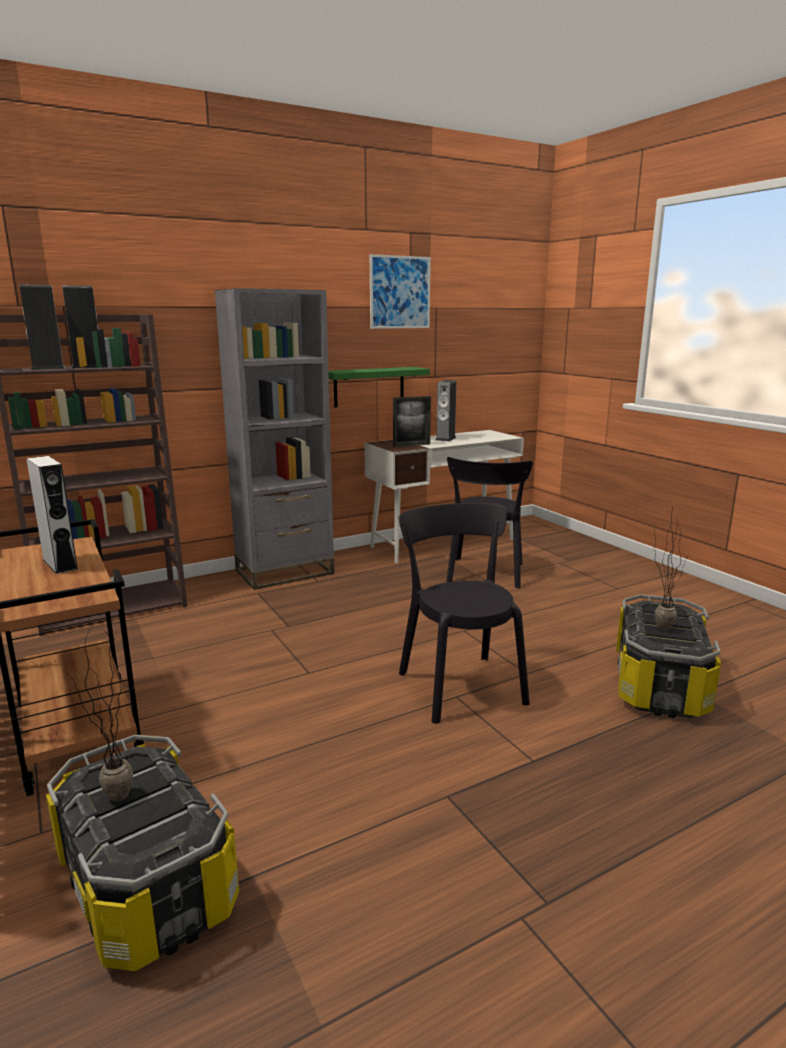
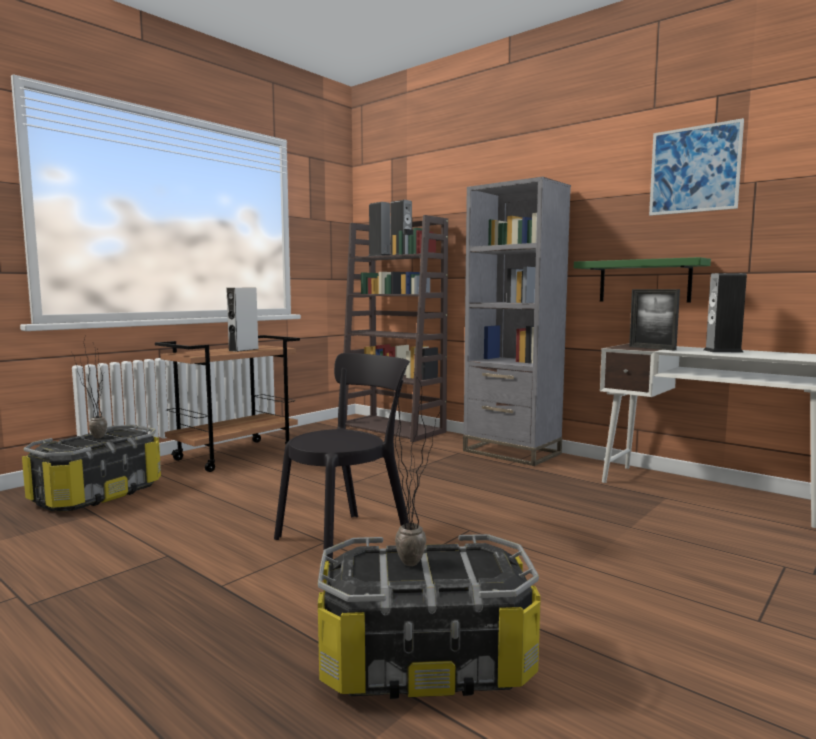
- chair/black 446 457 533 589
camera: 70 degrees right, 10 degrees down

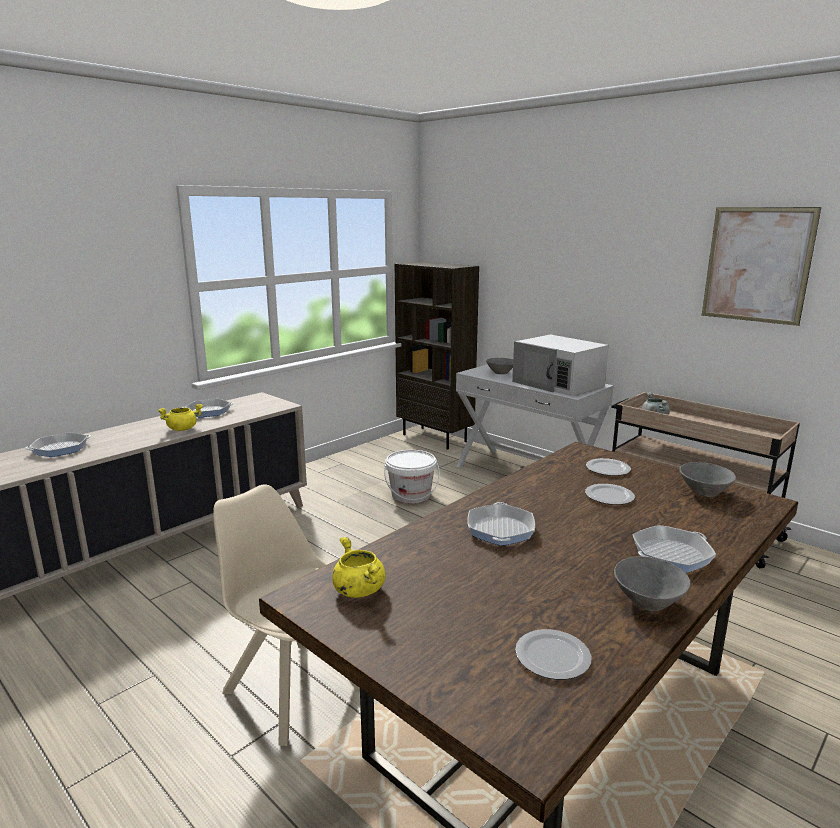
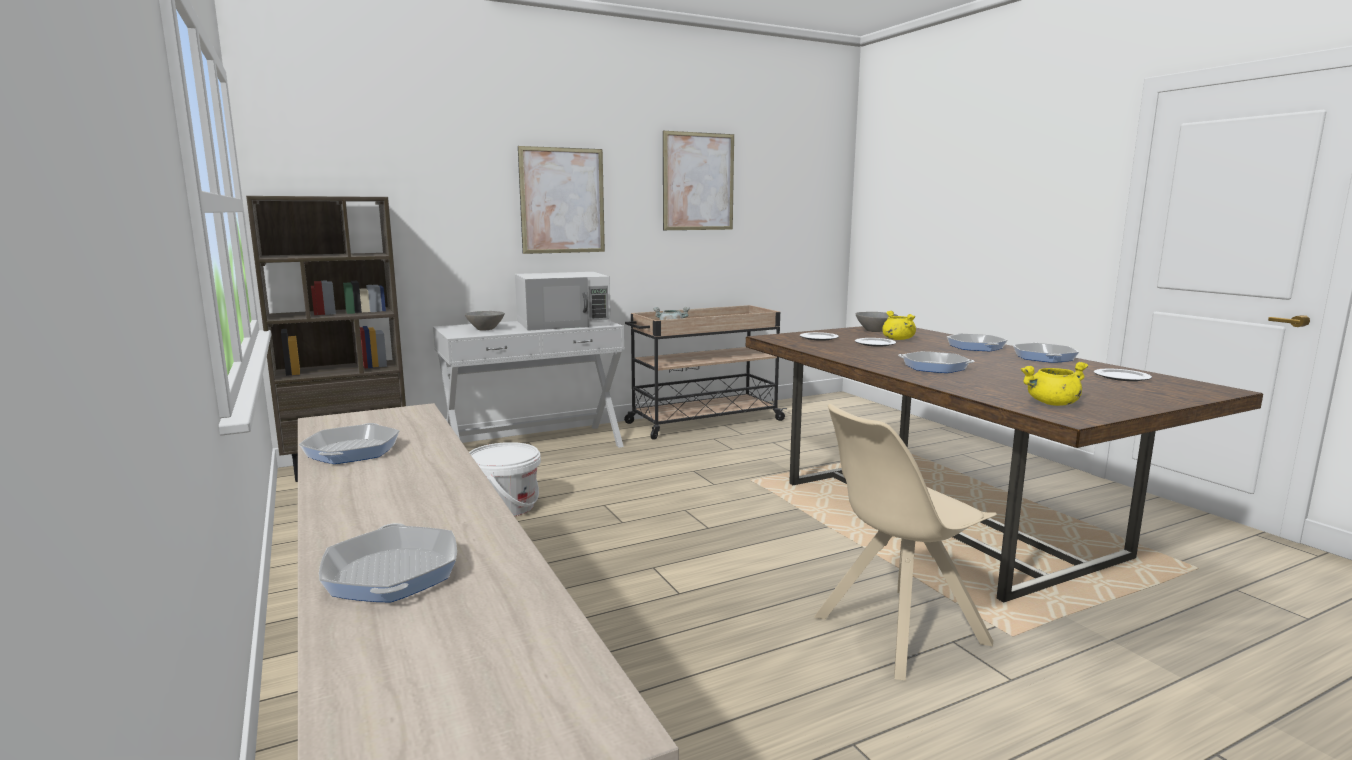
~ cooking pot/yellow 158 404 203 431 to 882 311 916 340
~ bowl/grey 614 556 690 611 to frying pan 1013 343 1079 363
+ picture 518 146 605 254
camera: 70 degrees left, 5 degrees down

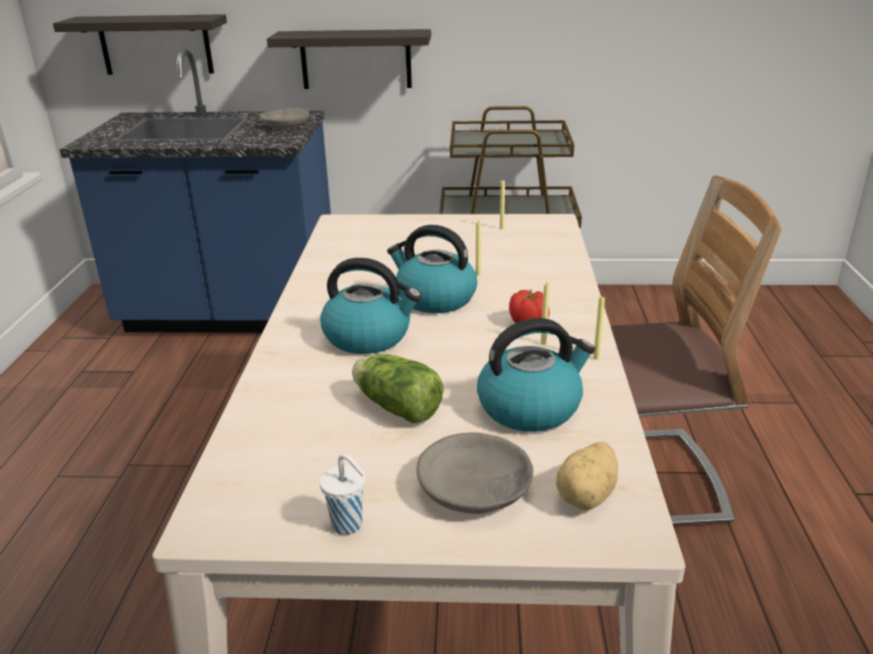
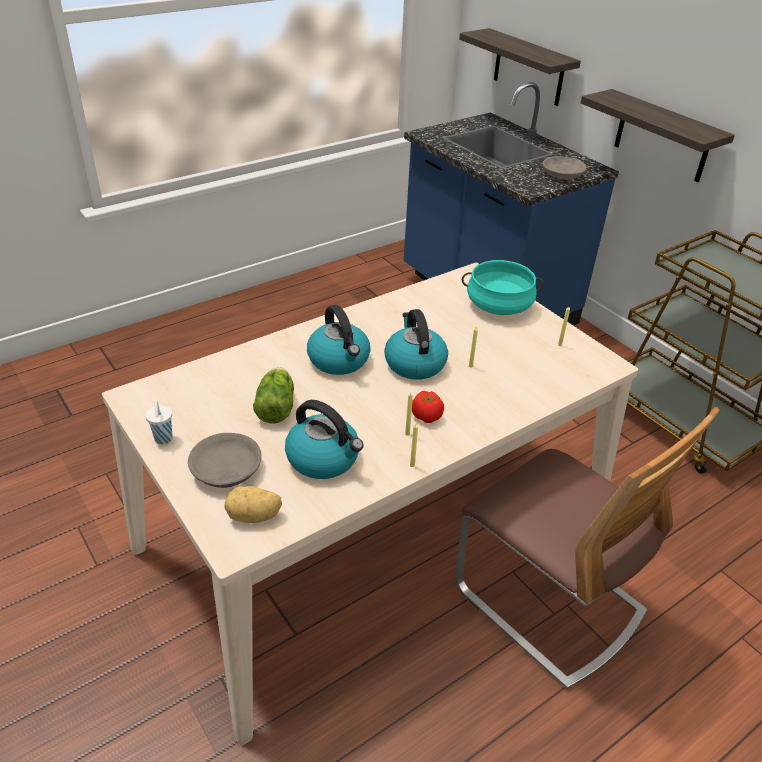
+ cooking pot/turquoise 462 260 544 315
camera: 50 degrees right, 10 degrees up

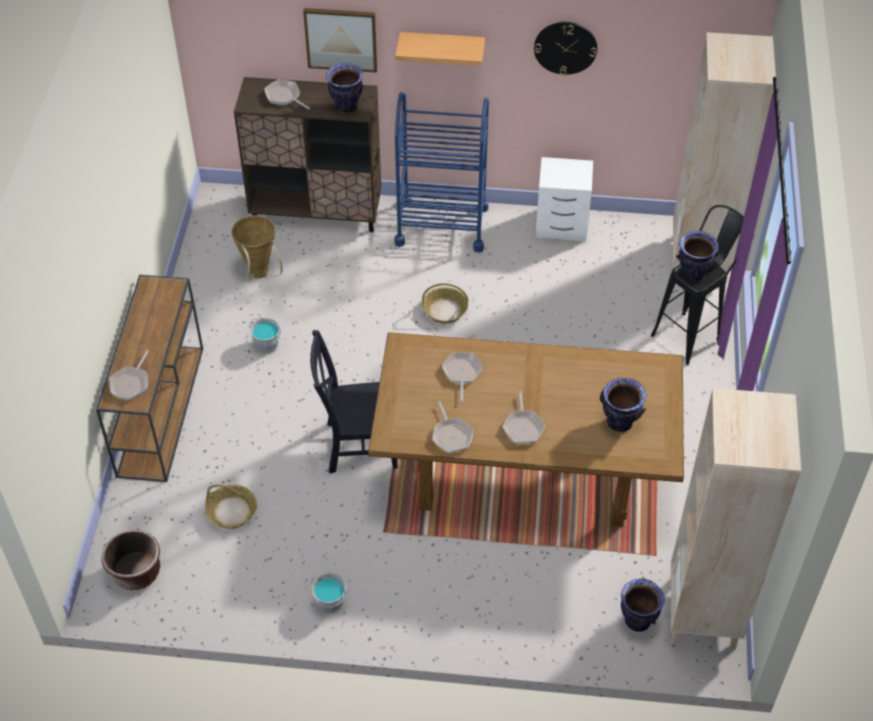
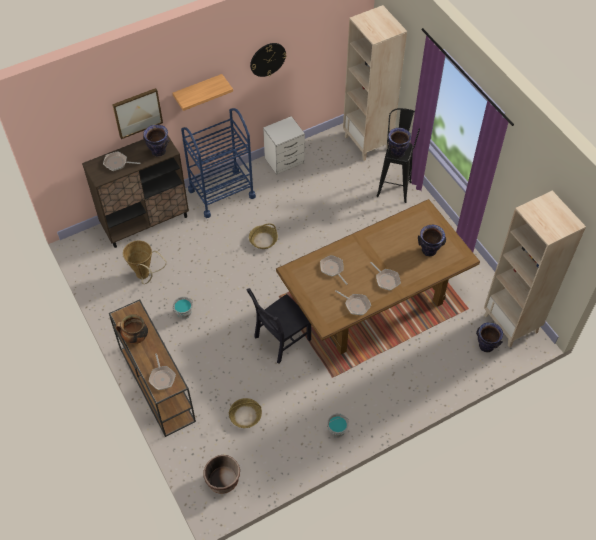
+ cooking pot 116 314 148 344
camera: 35 degrees left, 5 degrees up

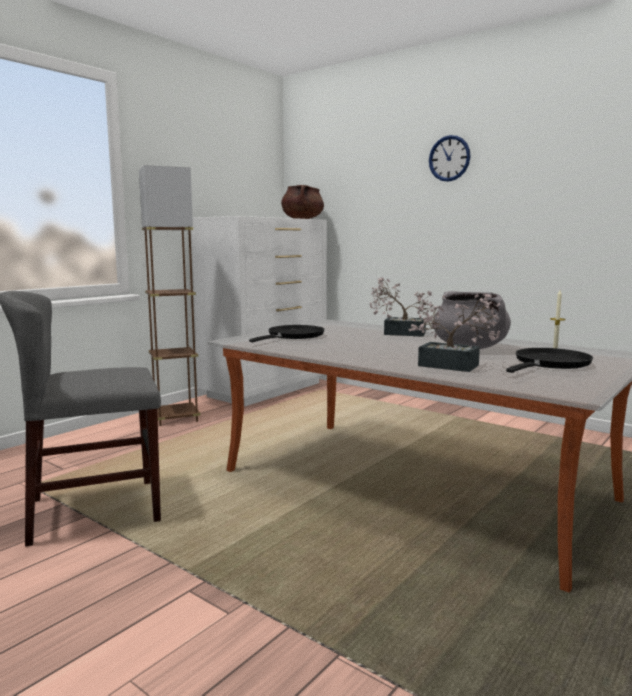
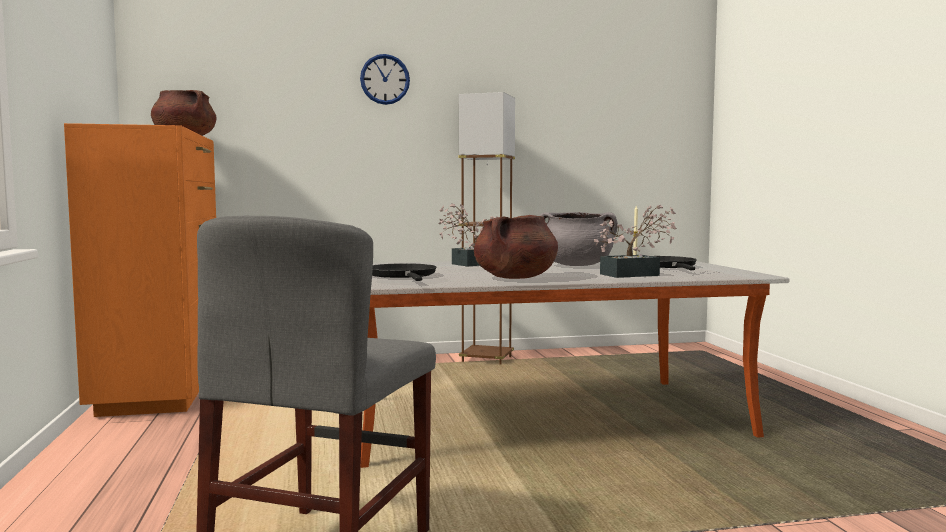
~ floor lamp/brown 139 165 201 426 to 458 92 515 365
~ dresser/white 191 216 327 407 to dresser/orange 64 123 216 417
+ cooking pot/brown 474 215 558 279
camera: 50 degrees left, 5 degrees down

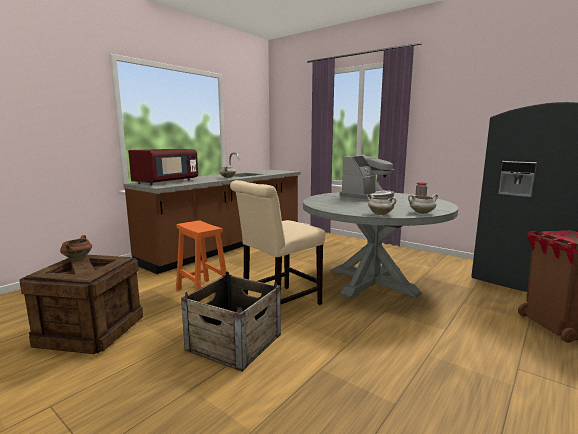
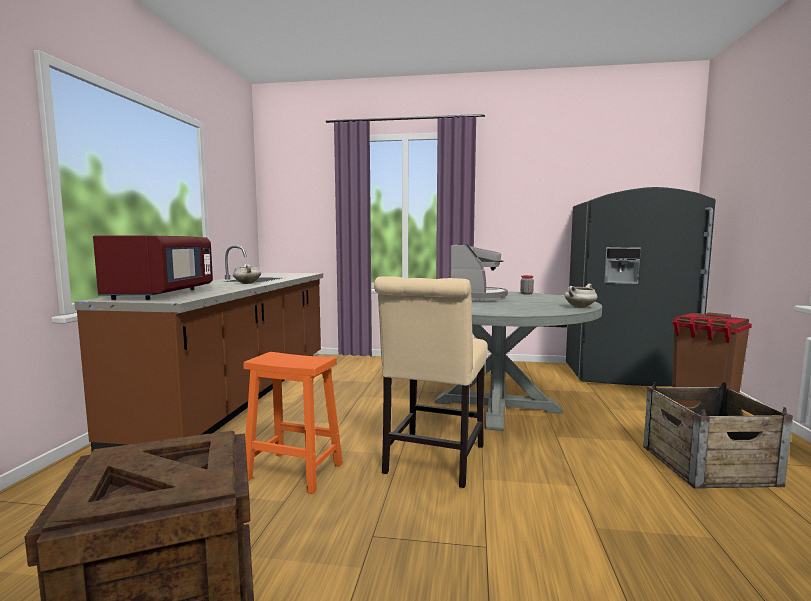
- cooking pot/white 367 194 396 215
- cooking pot/brown 60 235 92 259
~ crate 181 271 281 372 to 643 382 793 489
camera: 30 degrees left, 5 degrees down

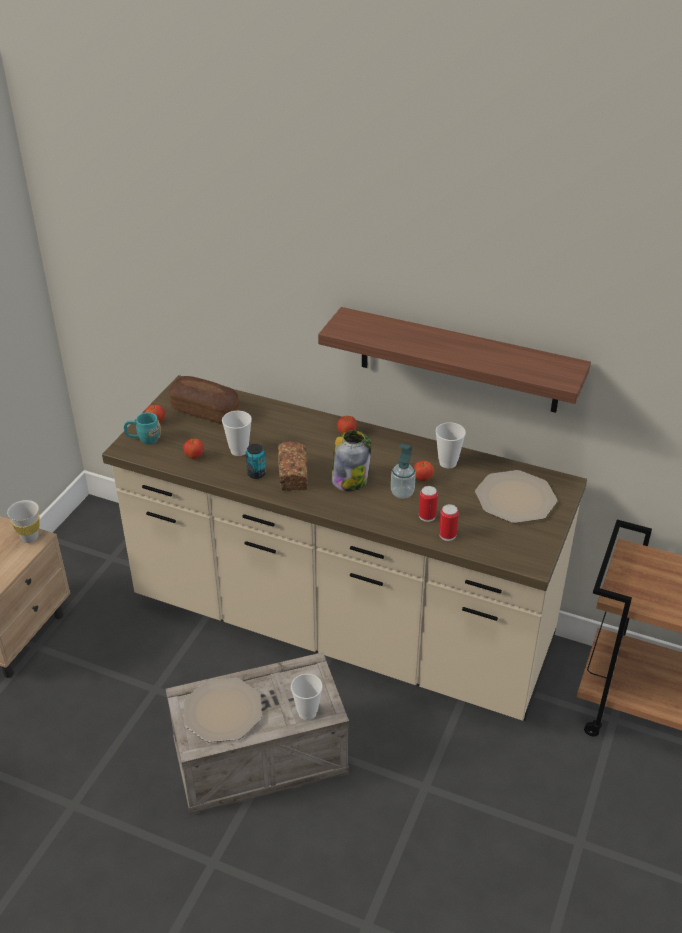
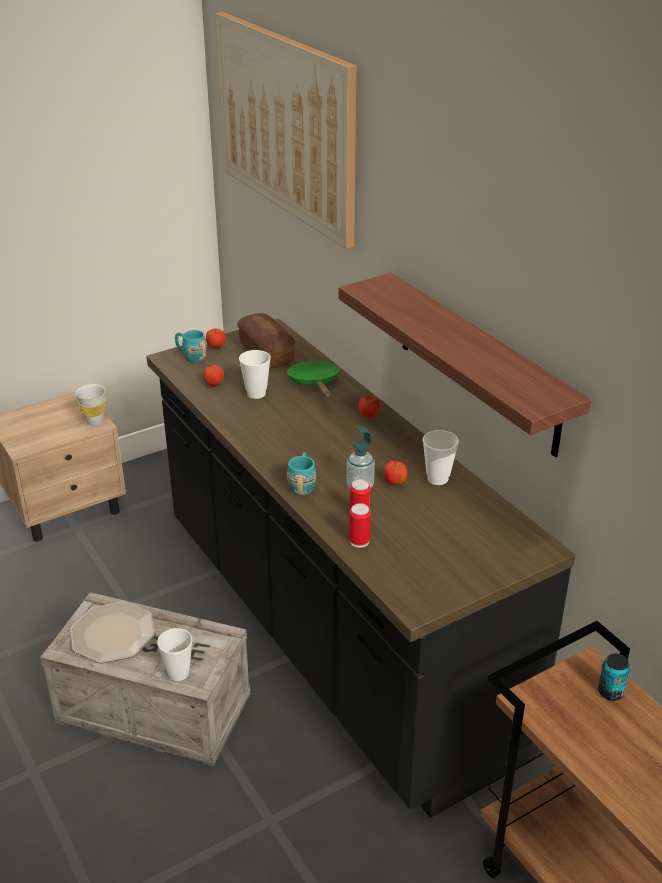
~ counter/beige 102 375 587 721 to counter/black 147 319 575 818
- jar 331 430 371 491
- bread 278 441 308 491
~ can 246 444 266 479 to 598 653 630 701
- plate 475 470 557 523
+ picture 216 12 357 249
+ frying pan/green 287 361 340 397
+ mug/turquoise 287 452 316 496
camera: 35 degrees right, 5 degrees down

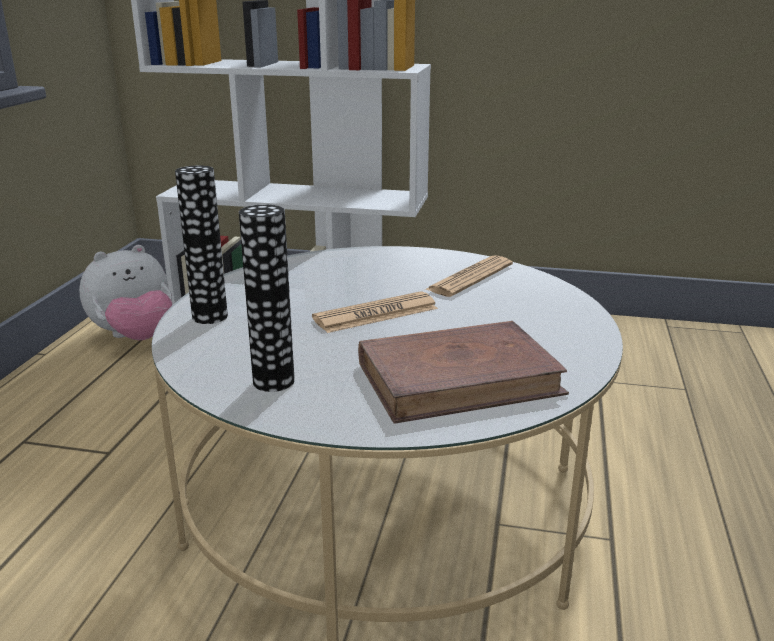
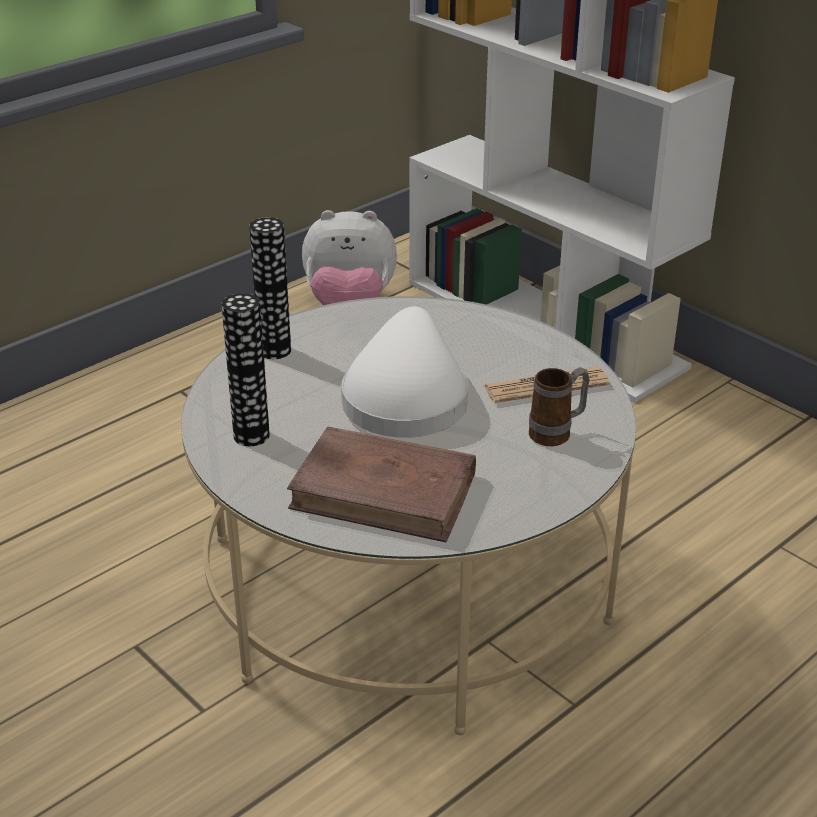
~ newspaper 312 292 438 333 to hat/white 341 306 468 438
+ mug 529 367 590 446
camera: 35 degrees right, 10 degrees up

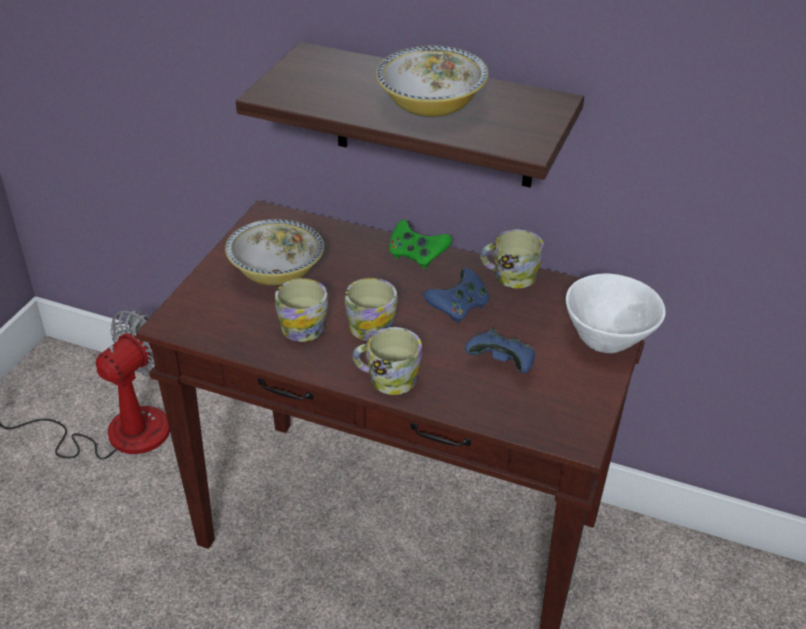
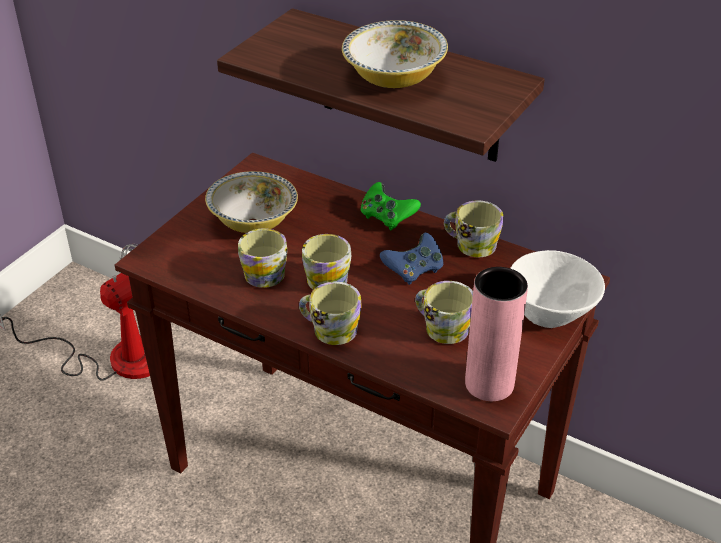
~ game controller/blue 465 328 535 373 to mug 415 281 473 344
+ vase/pink 465 267 528 401
camera: 10 degrees right, 0 degrees up

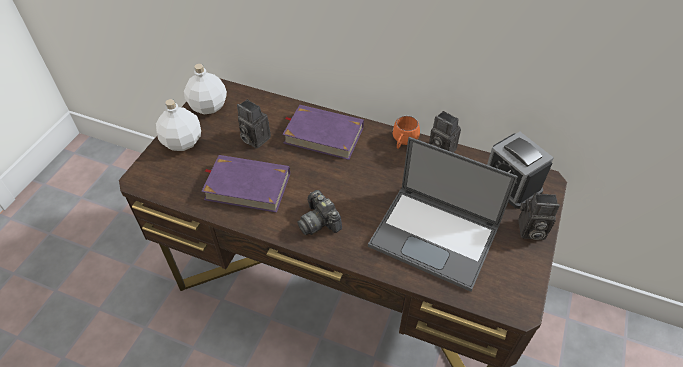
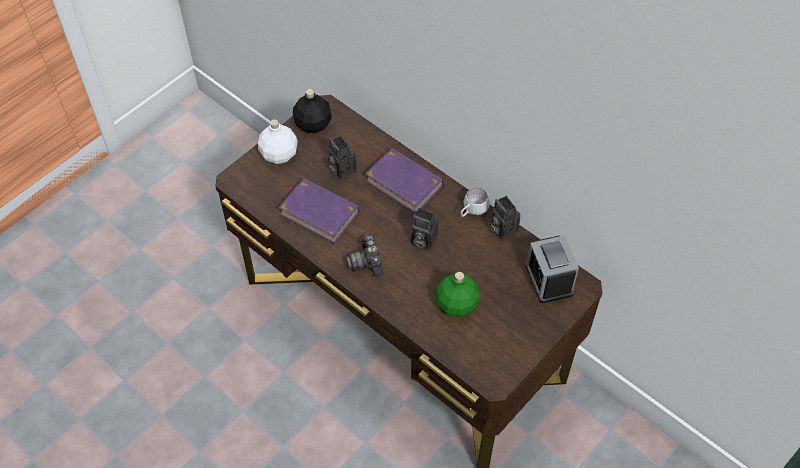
~ bottle/white 184 64 227 115 to bottle/black 293 89 332 133
~ mug/orange 392 116 420 149 to mug/white 461 187 490 217
~ laptop 368 137 518 292 to bottle/green 436 272 480 317
~ photo camera 518 193 560 240 to 411 208 438 250
camera: 20 degrees right, 5 degrees up

